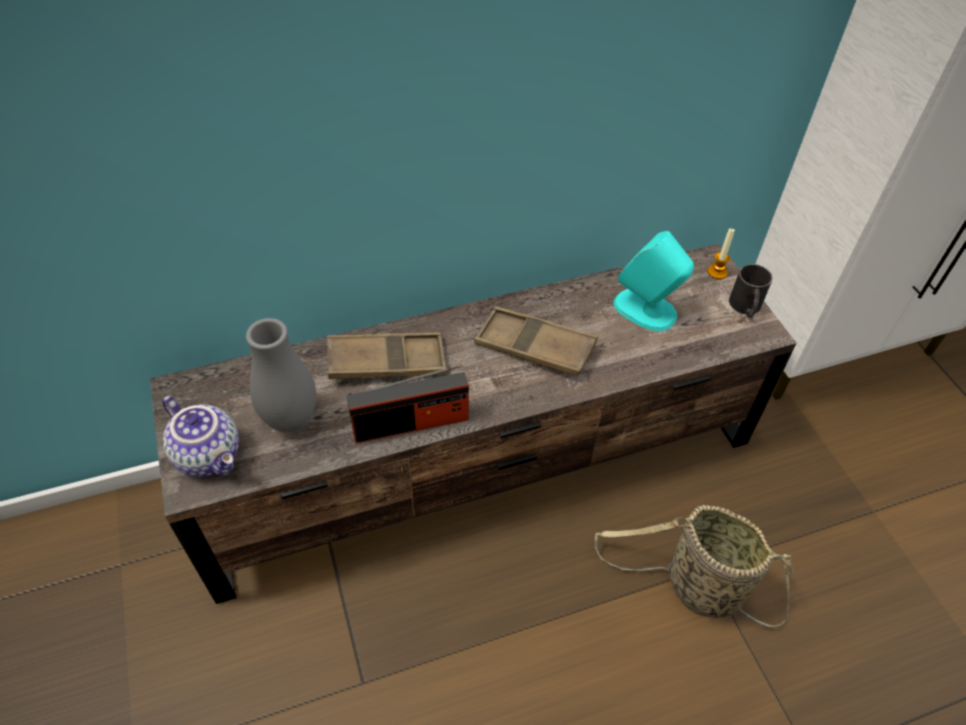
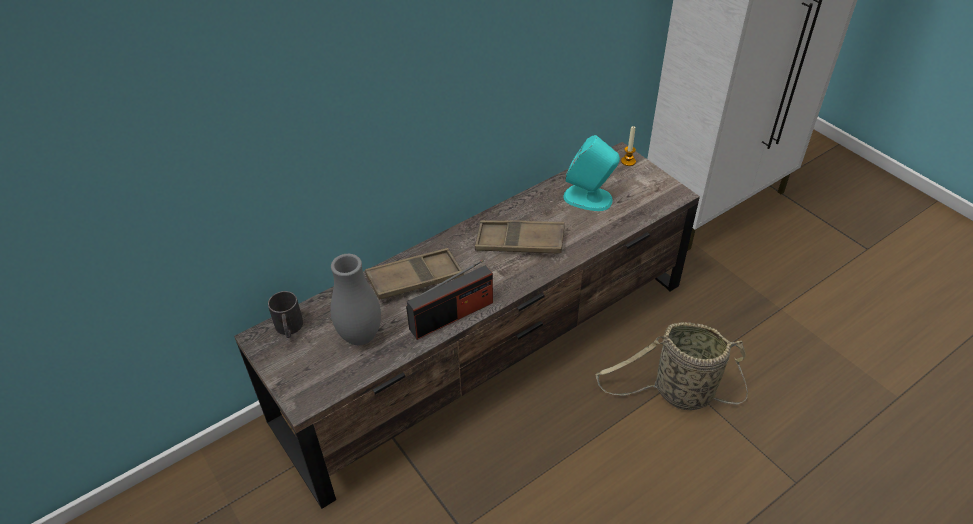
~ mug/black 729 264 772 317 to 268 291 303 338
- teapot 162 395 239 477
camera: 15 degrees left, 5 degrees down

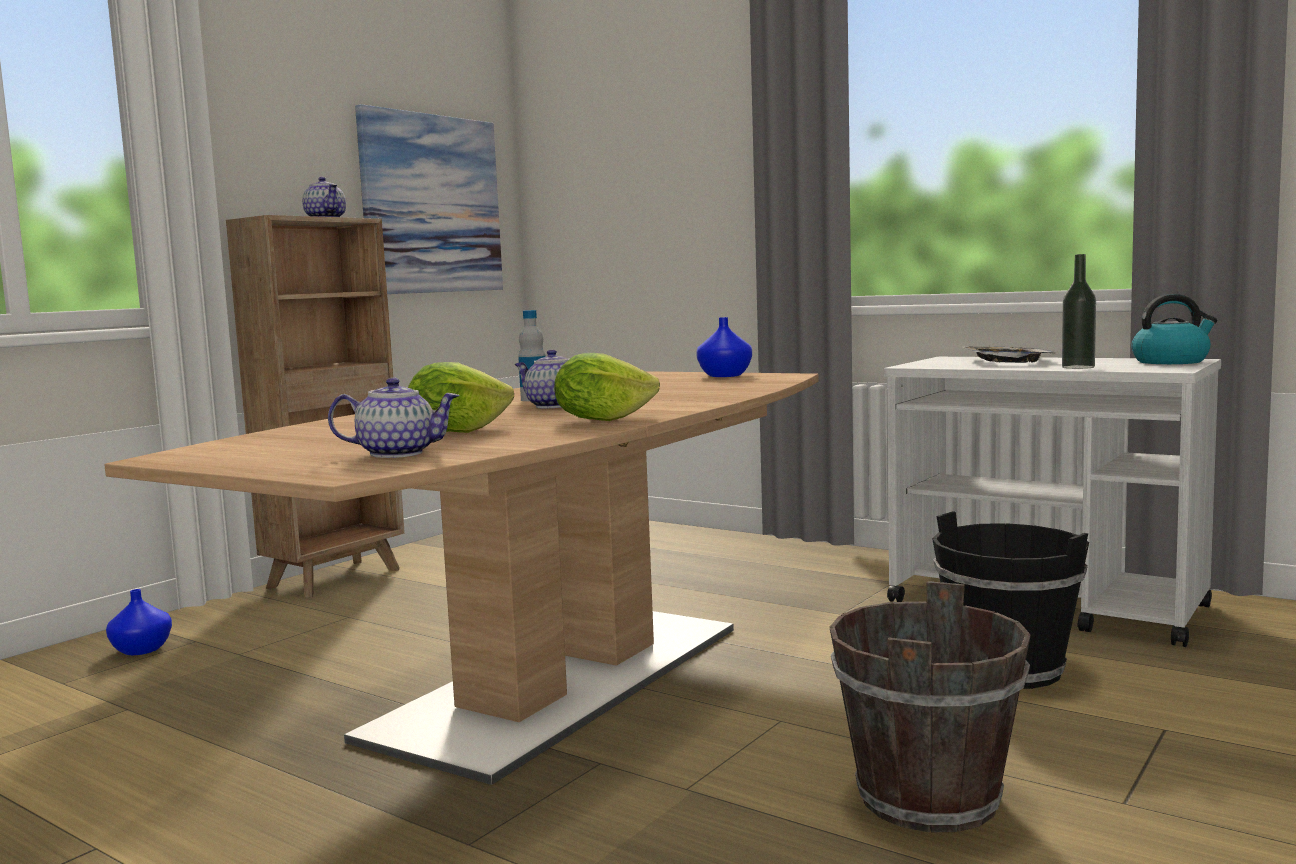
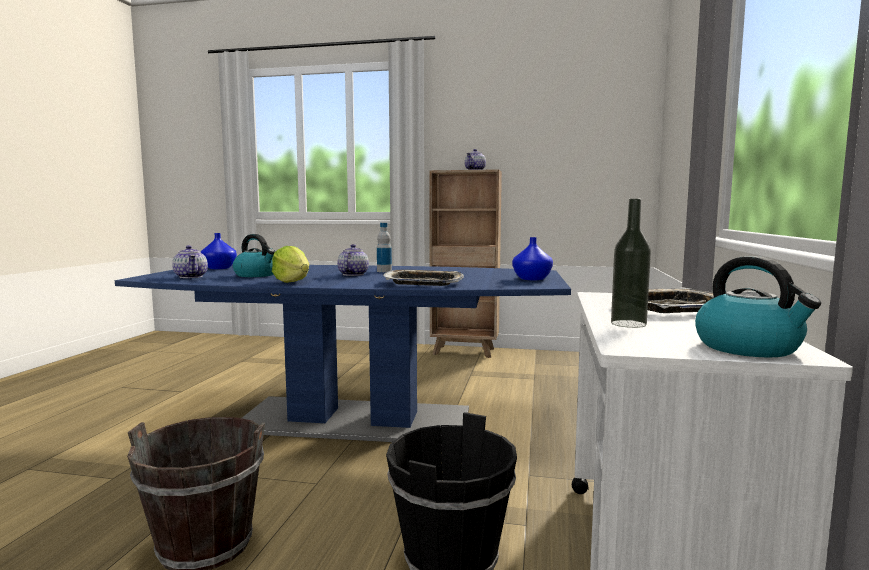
- picture 355 104 503 294
~ lettuce 408 362 514 433 to kettle 233 234 275 277
~ dining table/brown 104 371 819 785 to dining table/blue 115 265 571 442
~ vase/blue 106 589 172 655 to 201 233 237 269
+ tray 383 270 464 286
camera: 65 degrees right, 0 degrees up

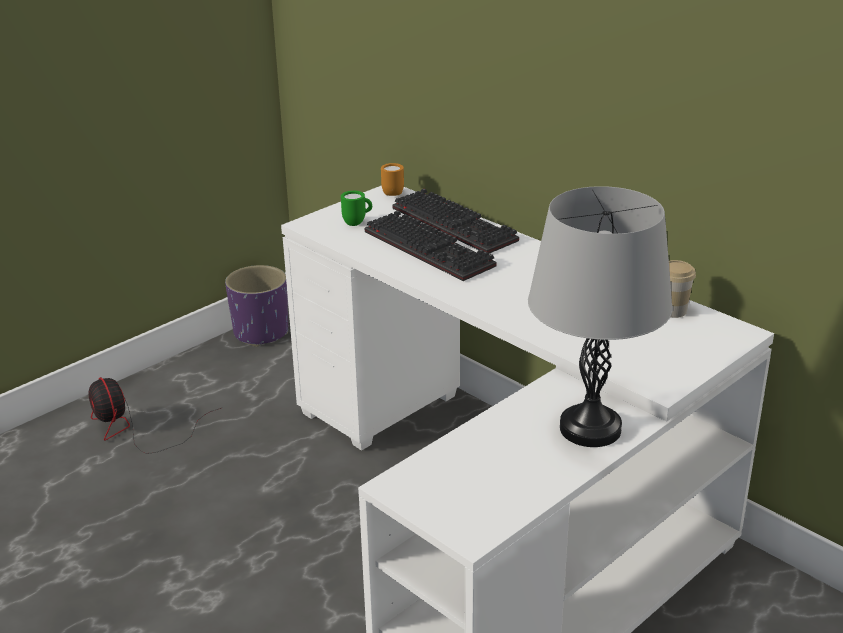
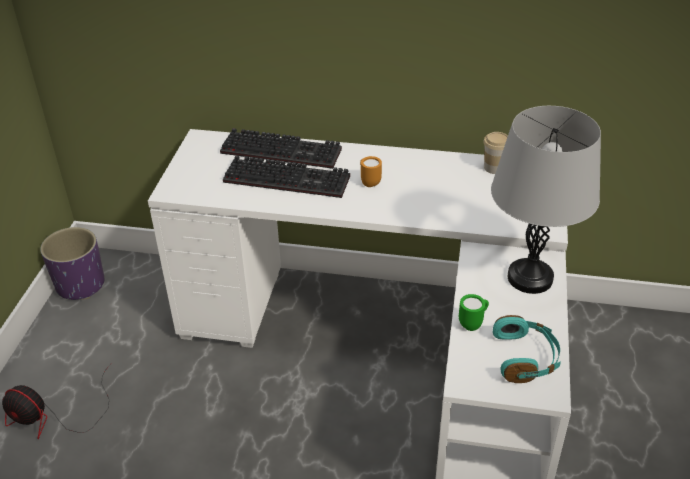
~ mug/orange 381 163 404 196 to 360 156 382 187
~ mug/green 341 191 372 226 to 459 294 489 331
+ headphones/turquoise 493 315 561 383
camera: 35 degrees left, 10 degrees up

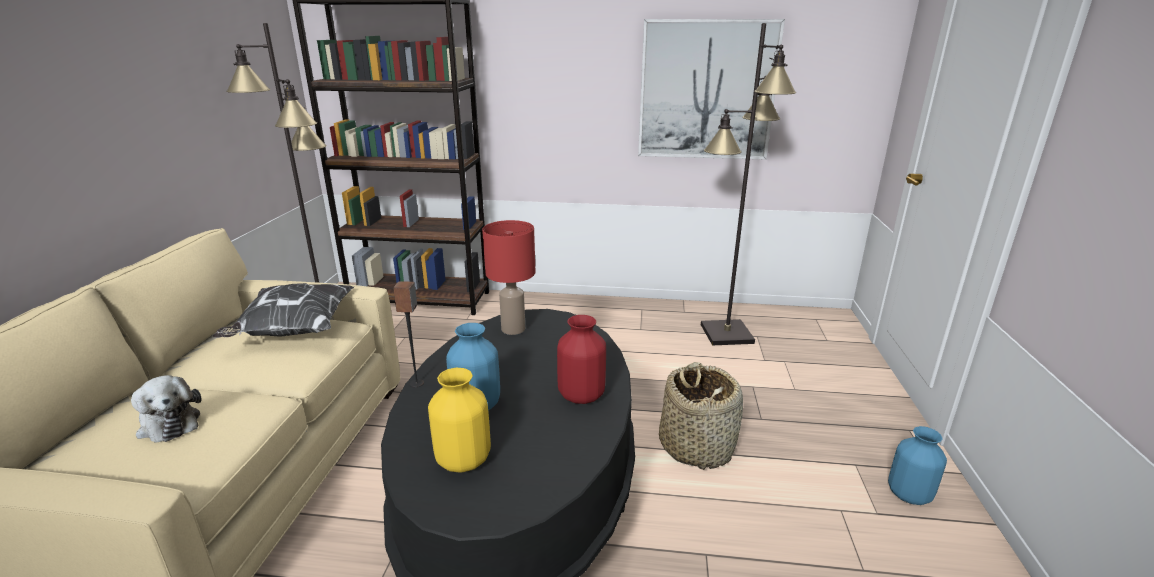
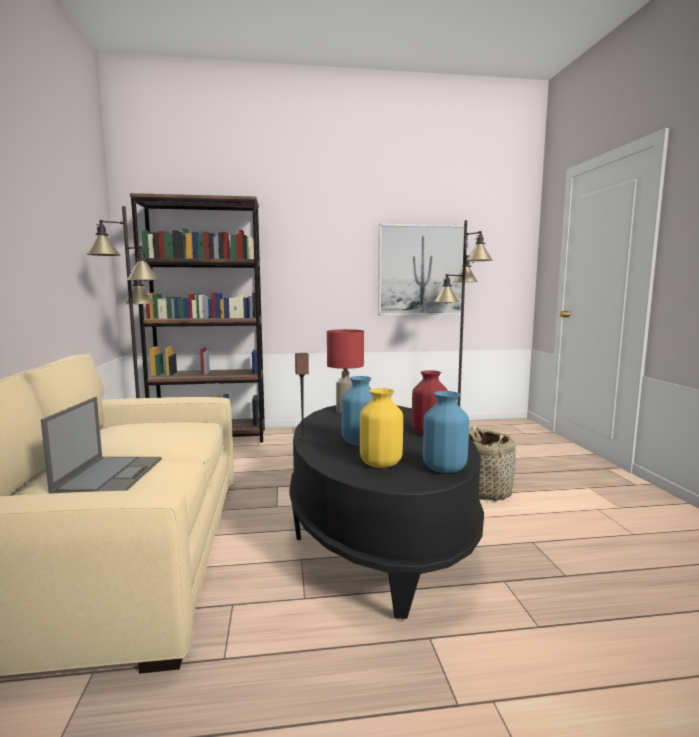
- pillow 212 283 354 338
~ plush toy 131 375 201 442 to laptop 41 397 161 494
~ vase/blue 888 426 947 505 to 423 391 469 473
camera: 15 degrees left, 15 degrees down

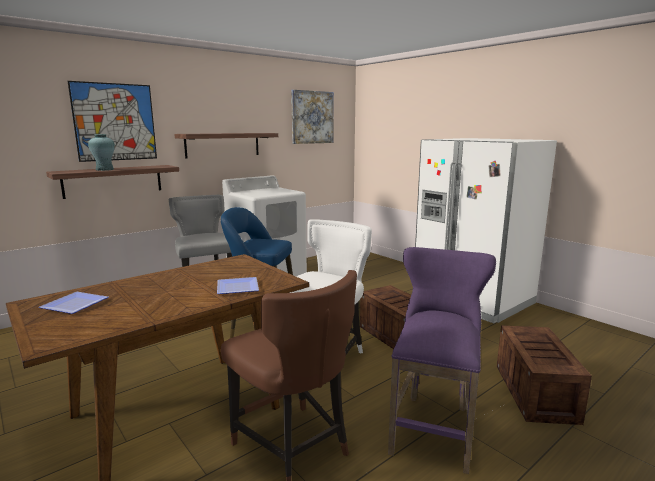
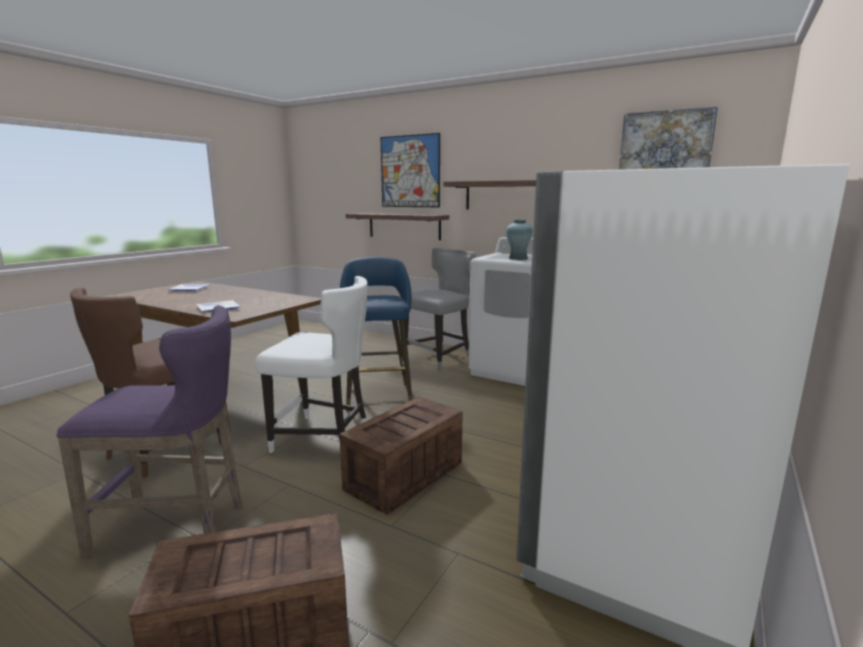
~ vase/turquoise 88 134 115 171 to 506 219 533 260
camera: 70 degrees right, 0 degrees up

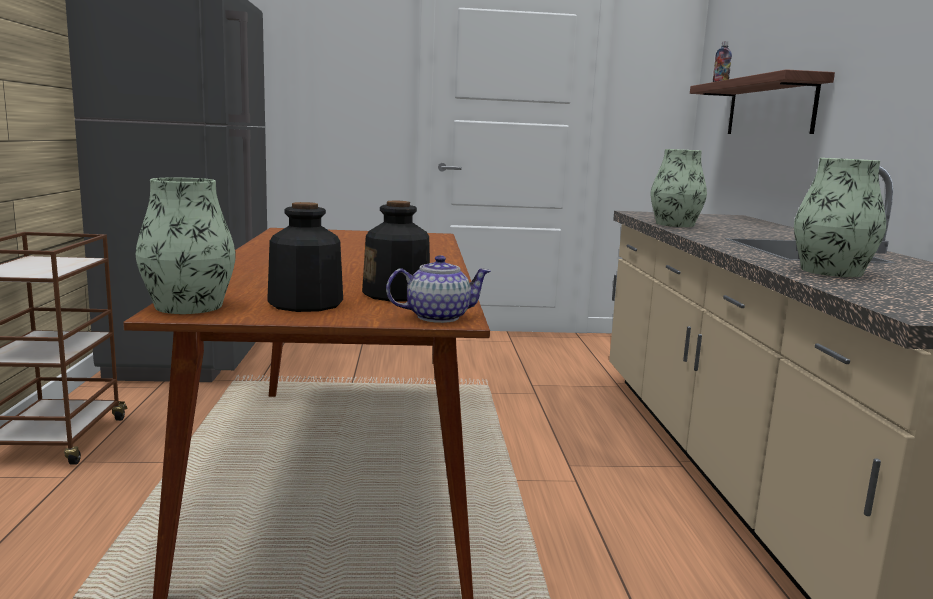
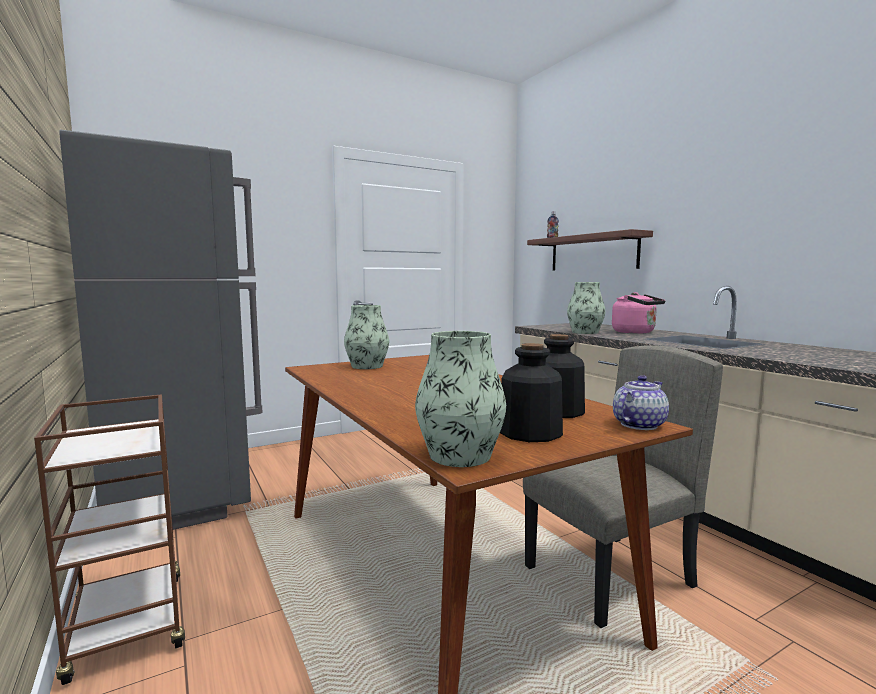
~ vase 794 158 886 277 to 344 305 389 369
+ kettle/pink 612 292 666 334
+ chair/beige 523 345 723 628
camera: 25 degrees left, 5 degrees down

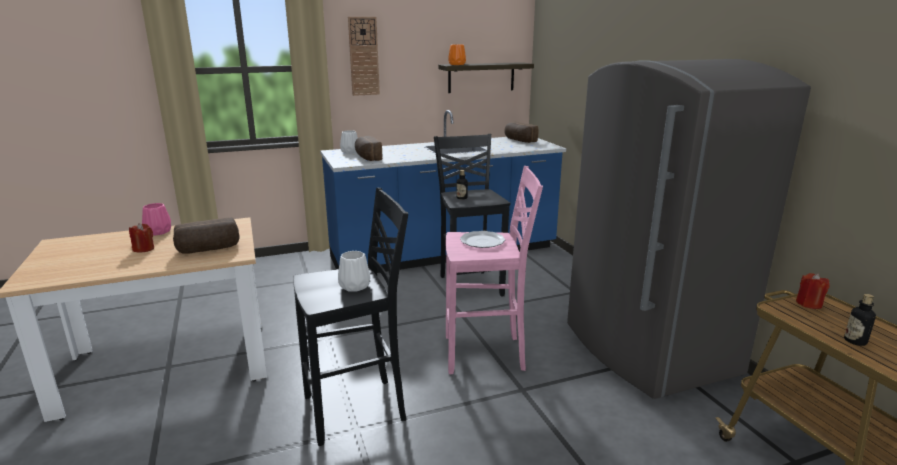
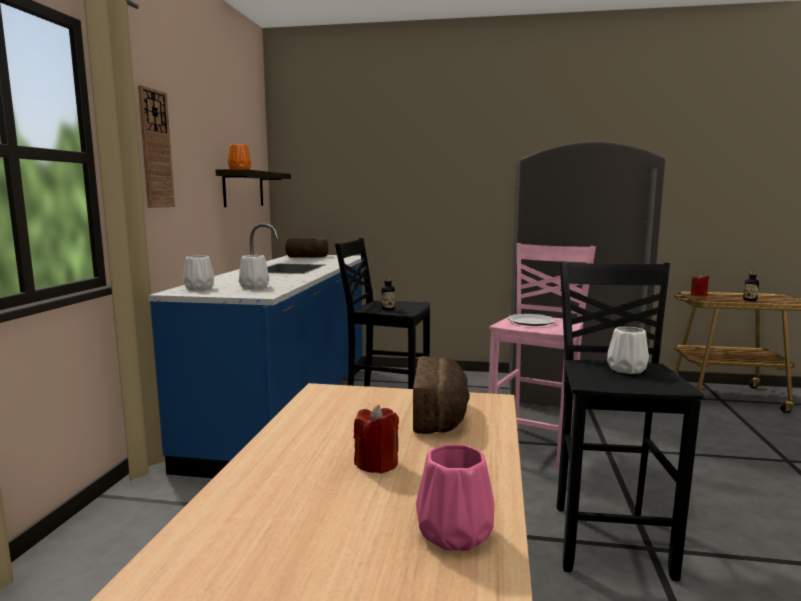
~ bread 355 136 382 161 to vase/white 239 255 269 289
~ vase/pink 142 203 171 236 to 416 444 495 551
camera: 60 degrees left, 10 degrees down

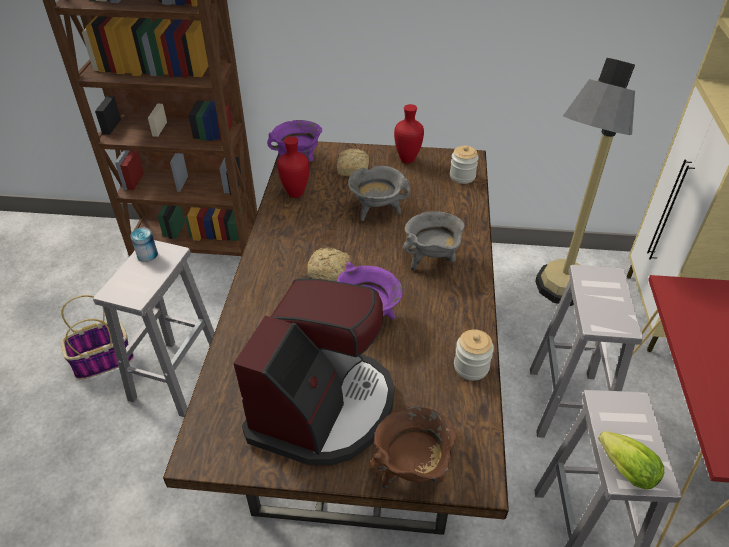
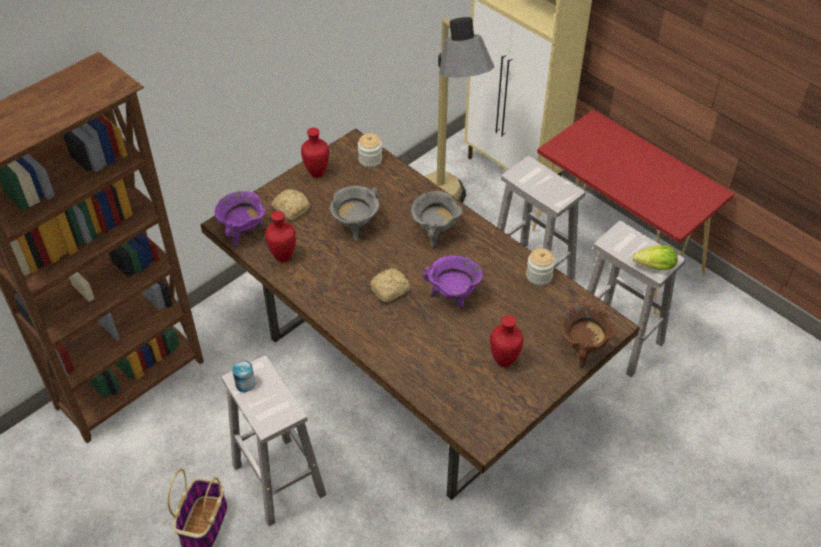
~ coffee machine 233 279 395 466 to vase/red 490 315 523 367
camera: 50 degrees left, 5 degrees up

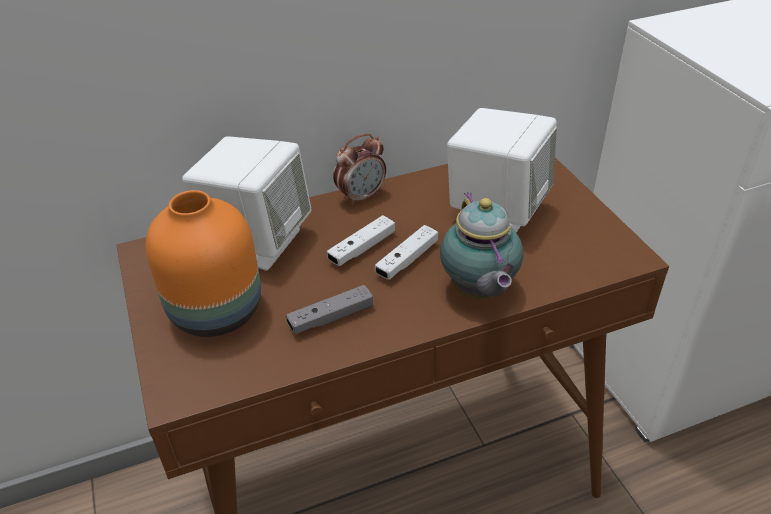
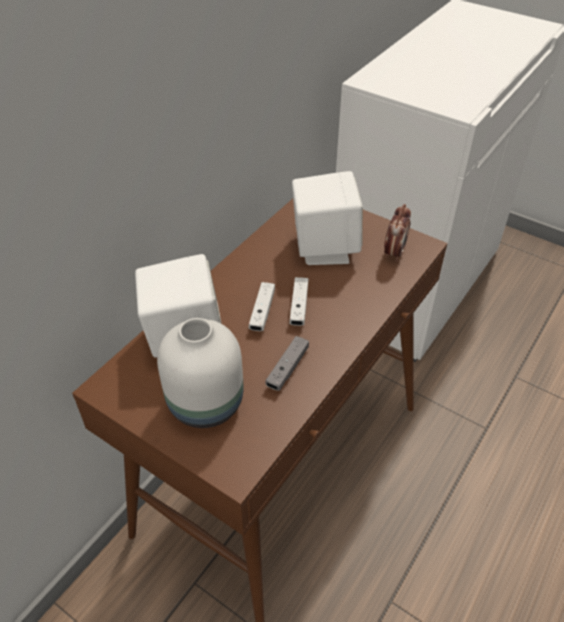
~ alarm clock 333 133 386 206 to 384 204 411 262
~ vase/orange 146 190 261 337 to vase/white 157 318 243 428
- teapot 440 192 523 299
camera: 35 degrees left, 5 degrees up

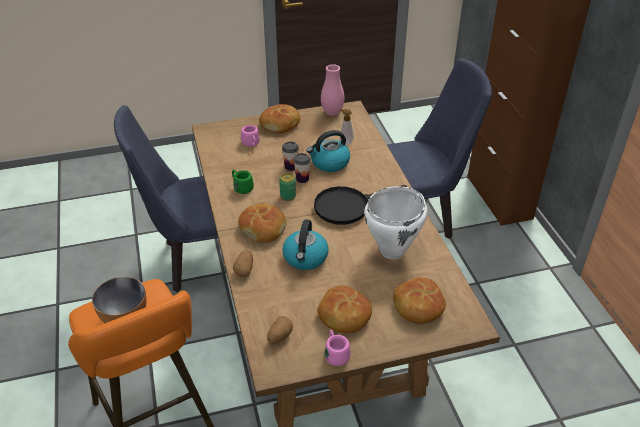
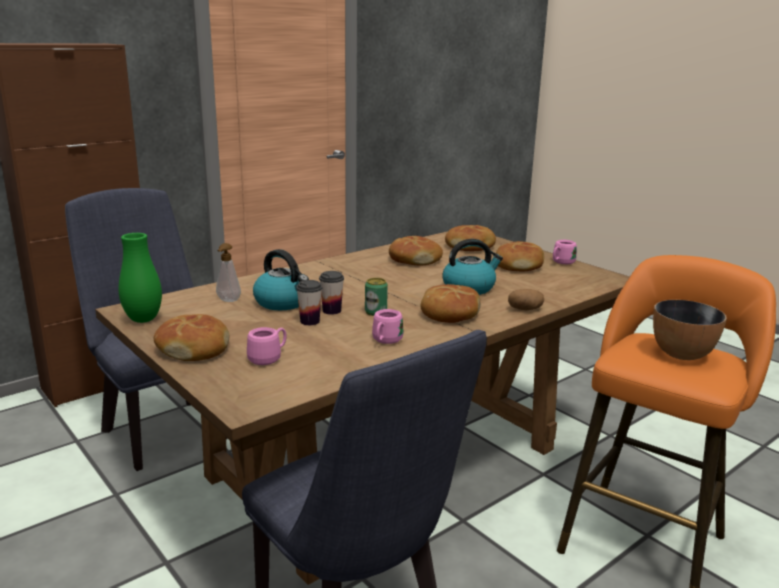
~ vase/pink 321 64 344 116 to vase/green 118 233 162 323
~ mug/green 232 170 254 194 to mug/pink 372 309 404 344
- frying pan/black 314 185 407 225
~ cooking pot/white 364 186 427 259 to bread 389 236 443 265
- potato 267 316 293 344
camera: 115 degrees left, 20 degrees down

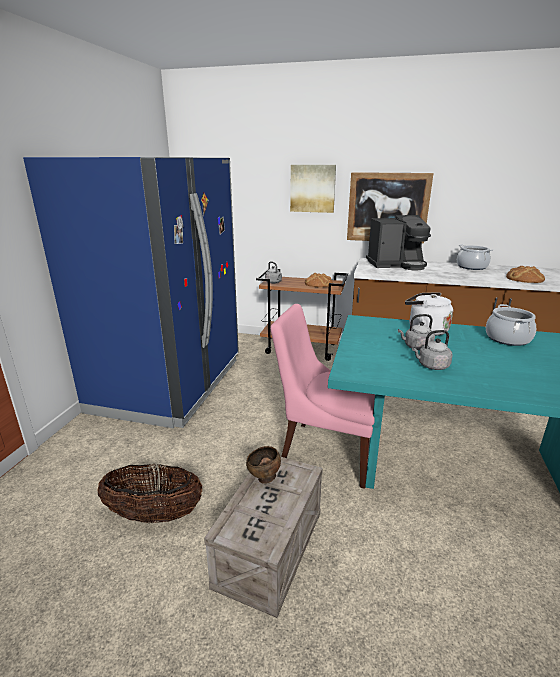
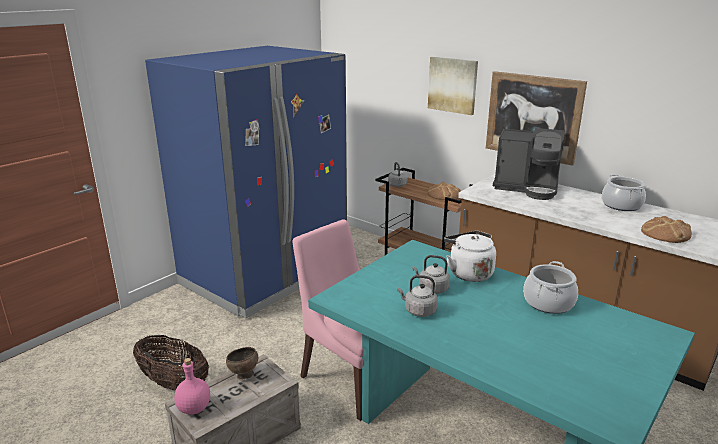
+ bottle/pink 174 358 210 414
camera: 25 degrees right, 0 degrees up

